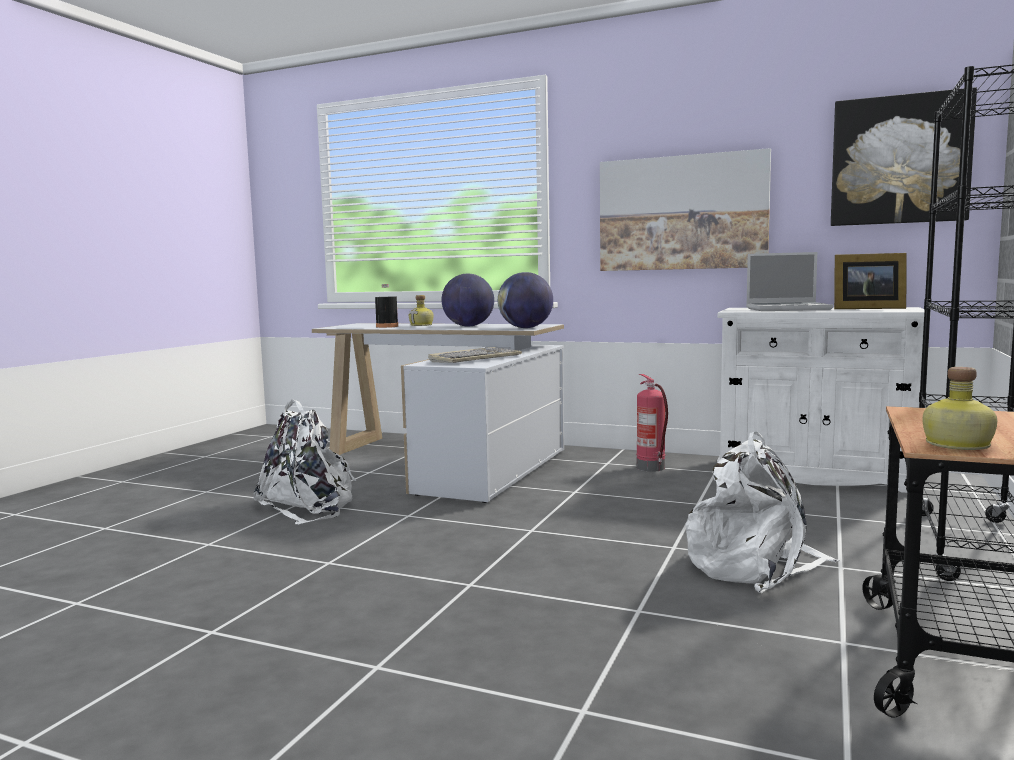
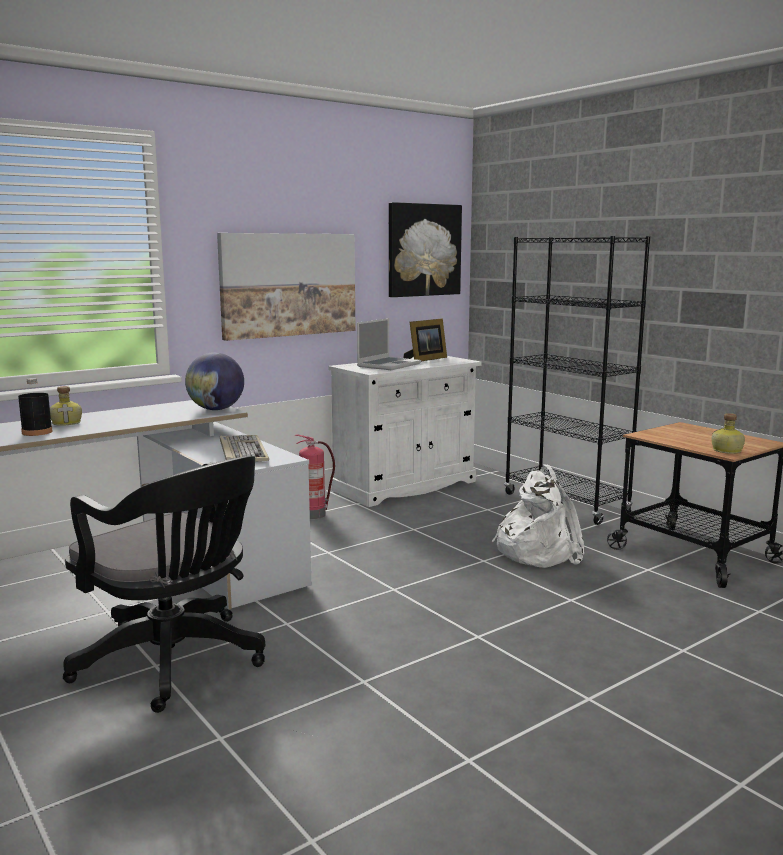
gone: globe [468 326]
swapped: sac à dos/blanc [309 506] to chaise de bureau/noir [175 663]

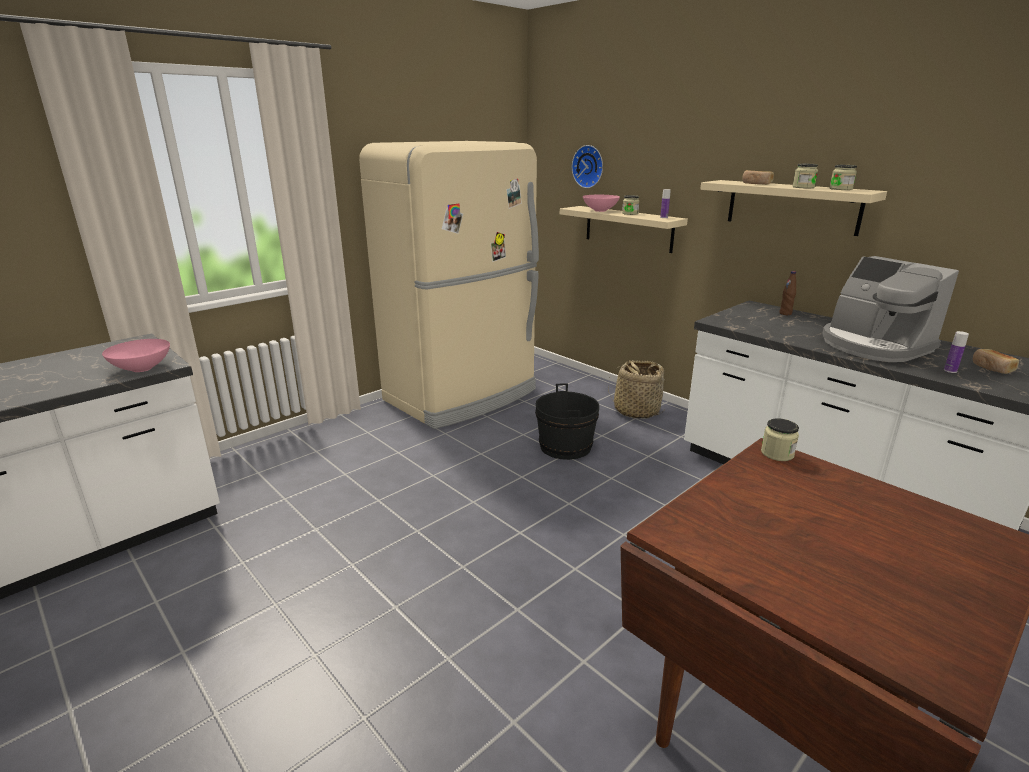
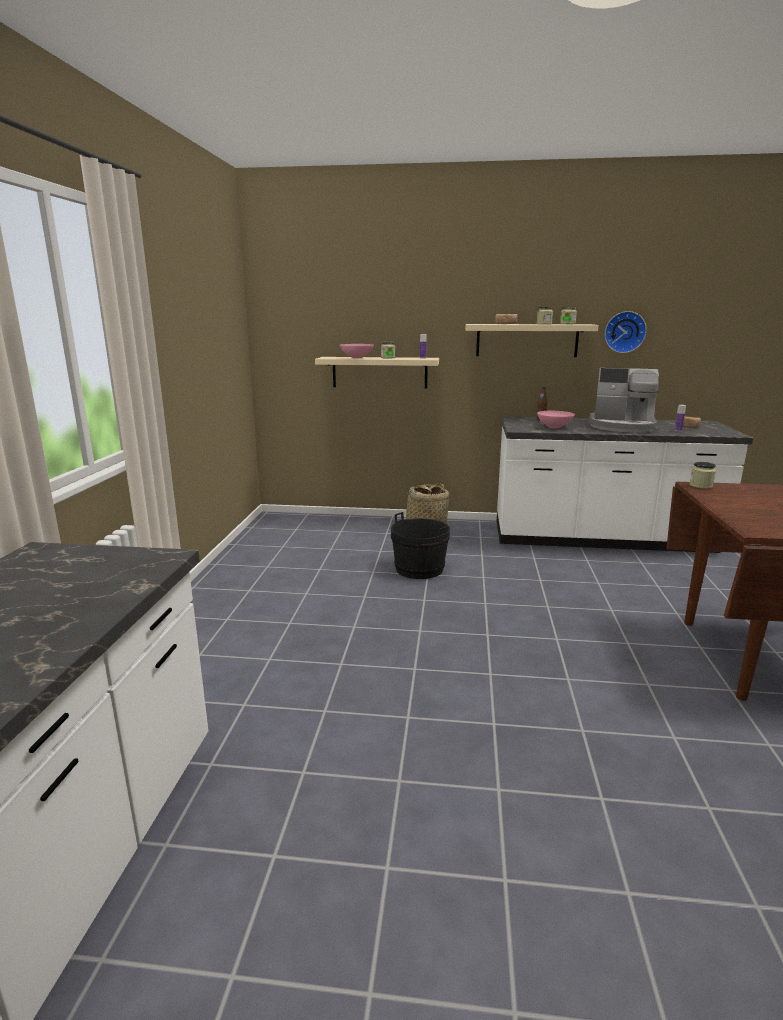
gone: réfrigérateur/beige [463 395]
shifted: bol/rose [141 369] to [554 427]; horloge murale [589 166] to [624 332]

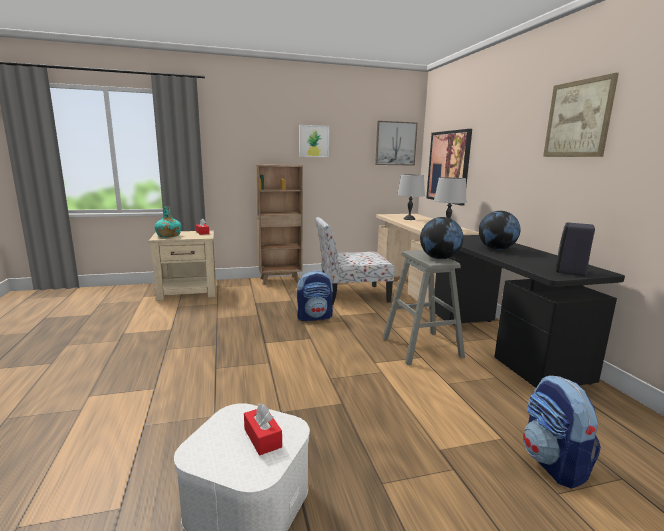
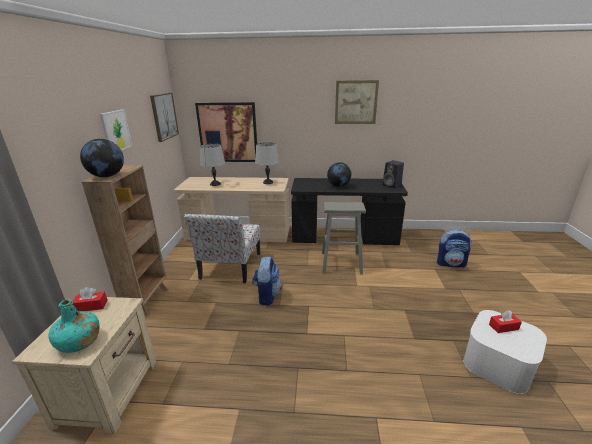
shifted: globe [439 258] to [107 176]

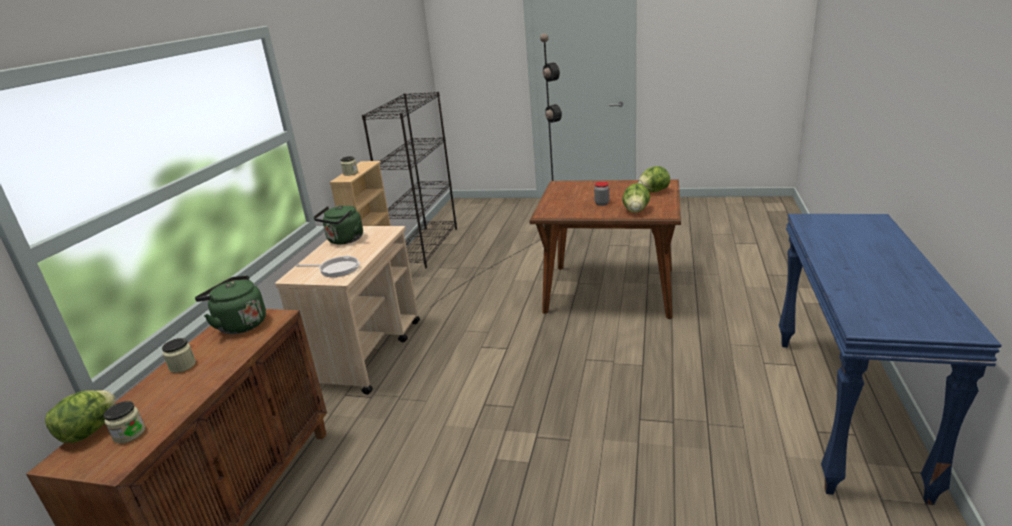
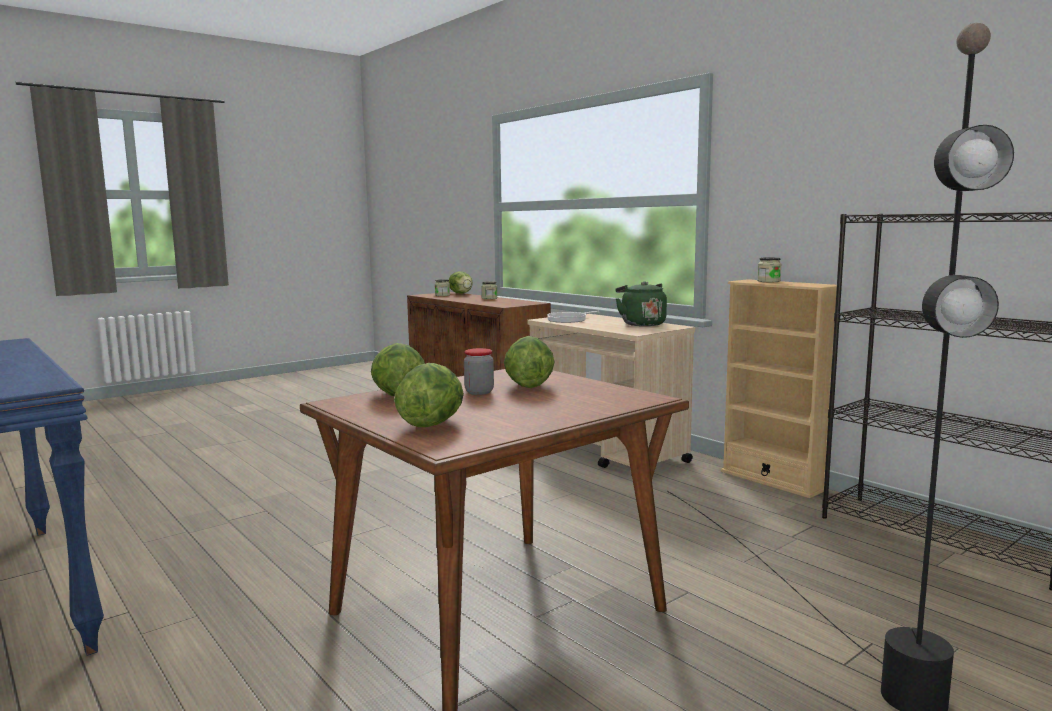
gone: bouilloire/vert [239 324]
new: laitue [528 386]

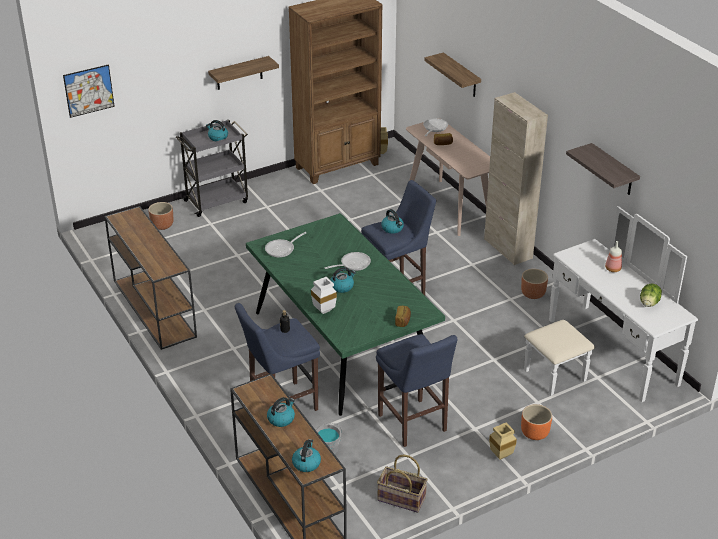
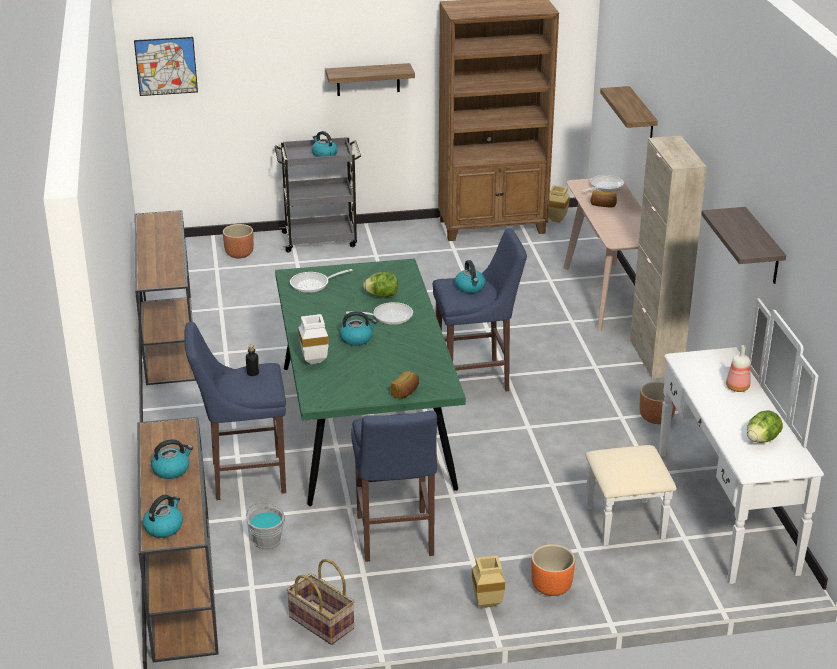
new: laitue [382 295]

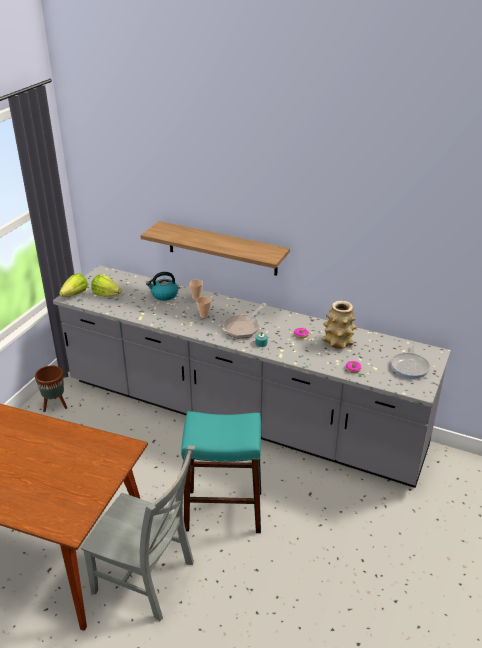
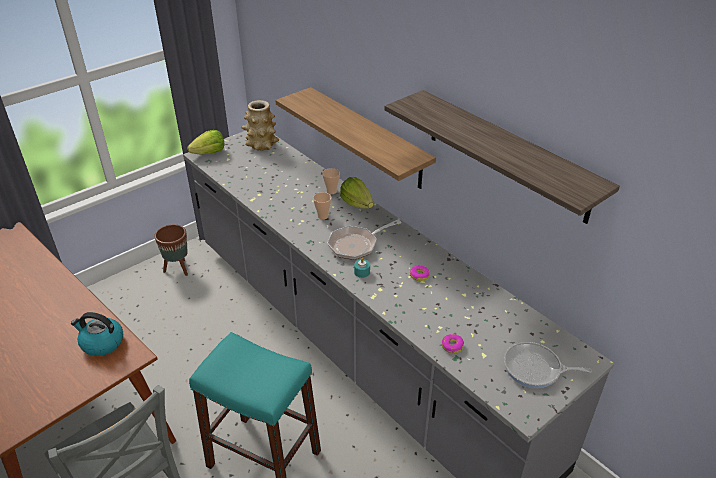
new: étagère [506 155]
shifted: bouilloire [164 295] to [101 343]; vase [338 342] to [261 145]; laitue [106 294] to [357 203]
rotated: poêle [410 366] = [535 369] 60 degrees clockwise

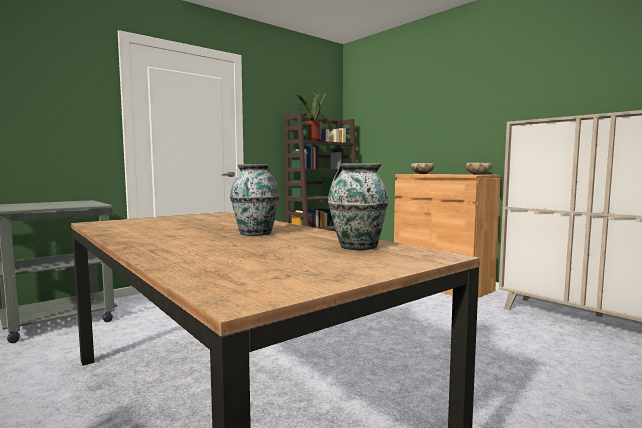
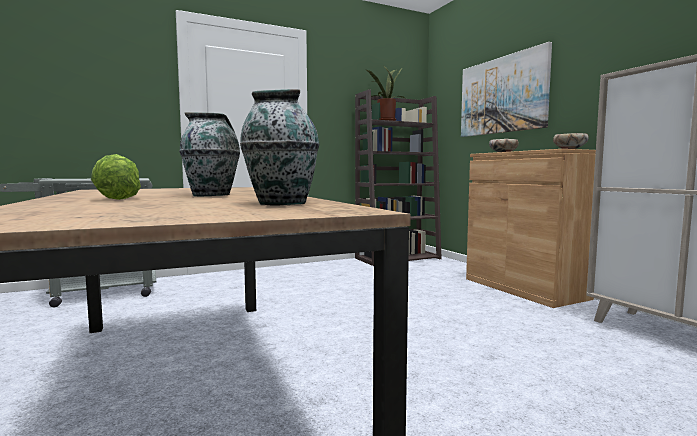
new: laitue [121 198]; tableau [502 95]

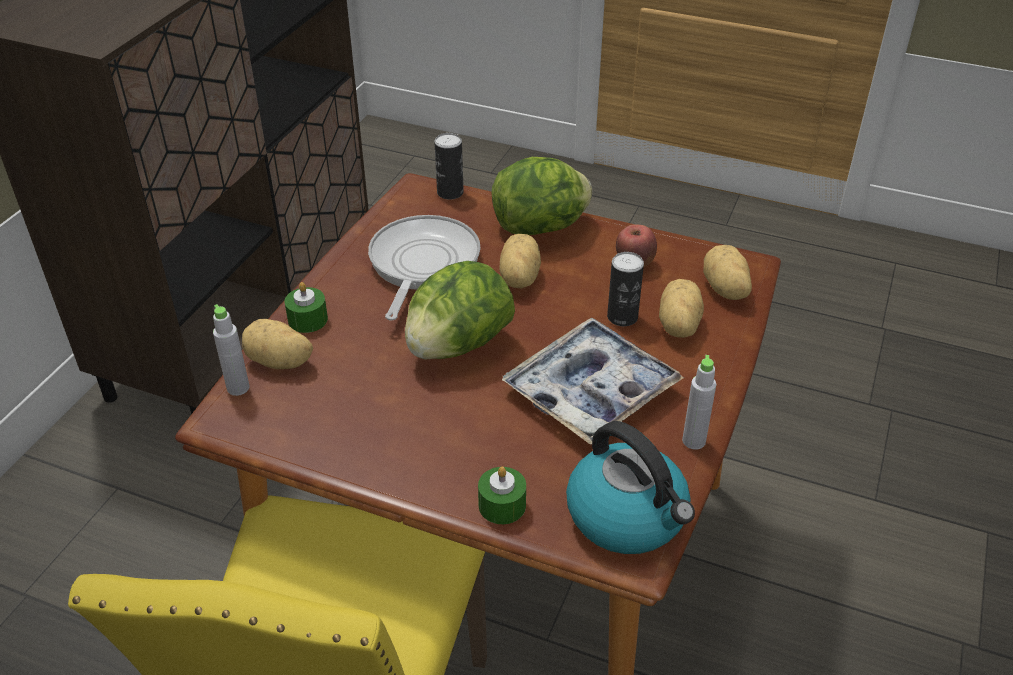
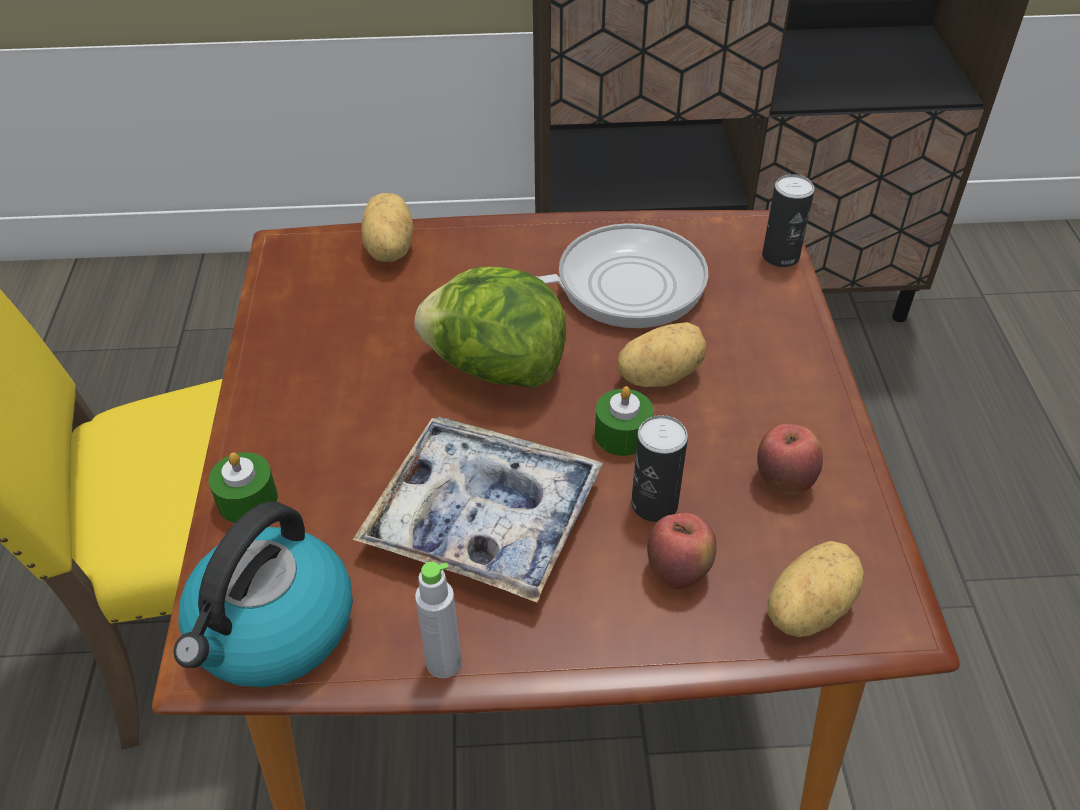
gone: bouteille/gris [238 388]; laitue [541 227]
shifted: bougie/vert [308 319] to [622 434]
swapped: pomme de terre [677 325] to pomme [678 572]

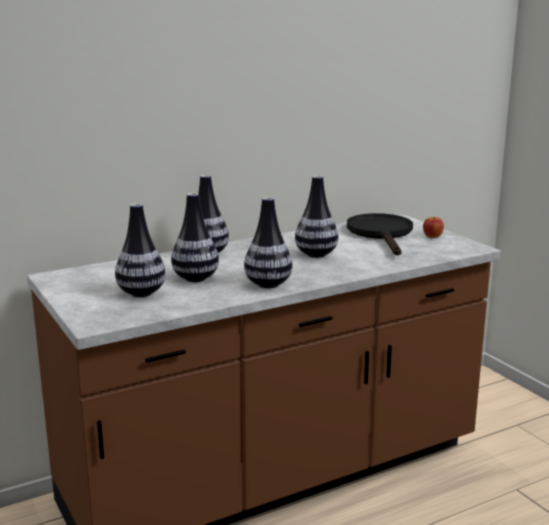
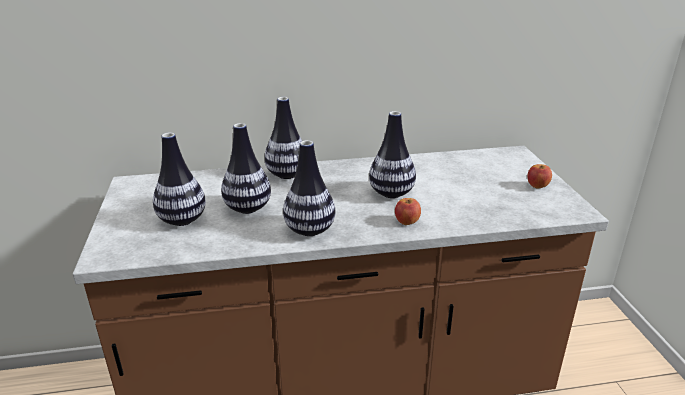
gone: poêle/noir [381 234]
new: pomme [407 222]

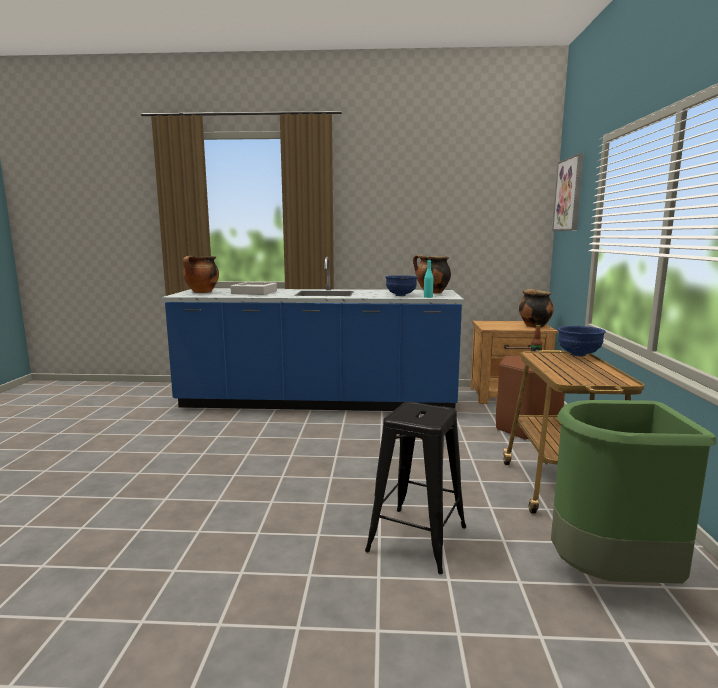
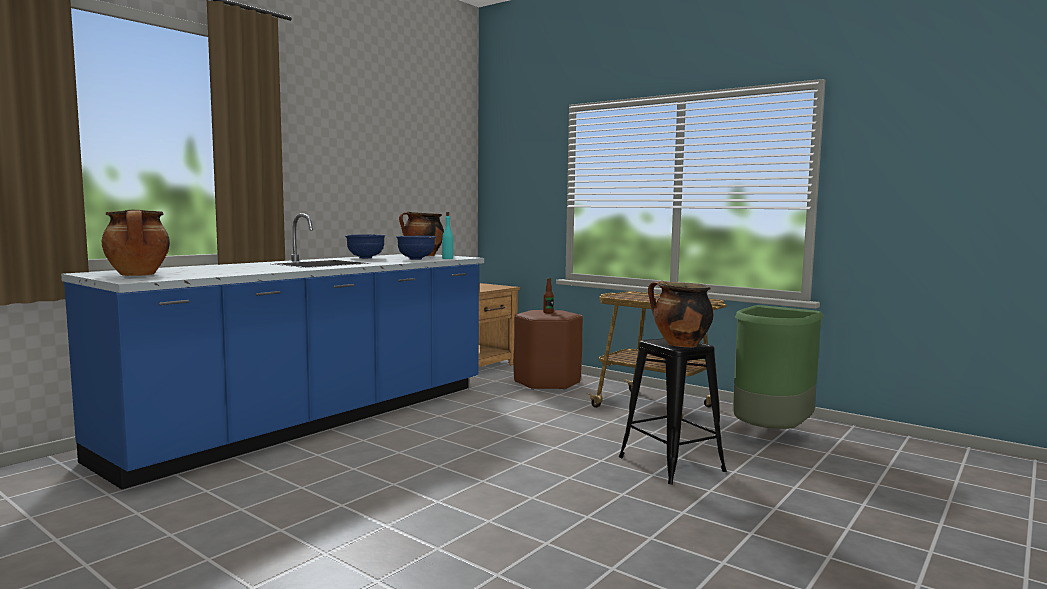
gone: plateau/gris [254 292]; tableau [569 194]
shifted: bol/bleu [578 354] to [365 258]; marmite [533 326] to [679 345]

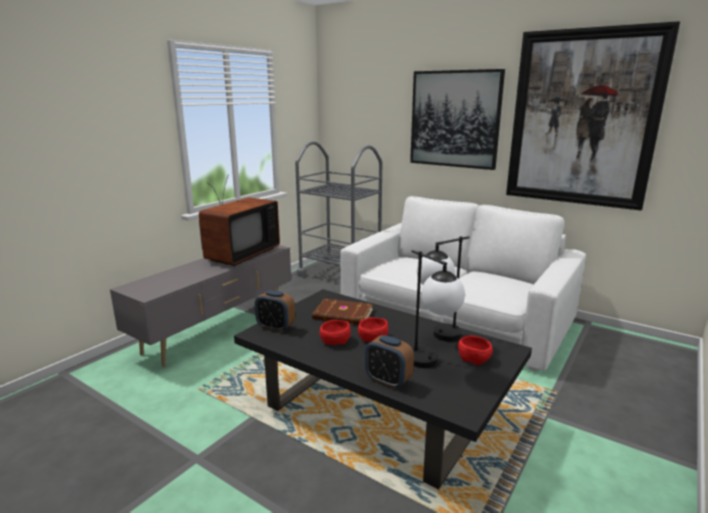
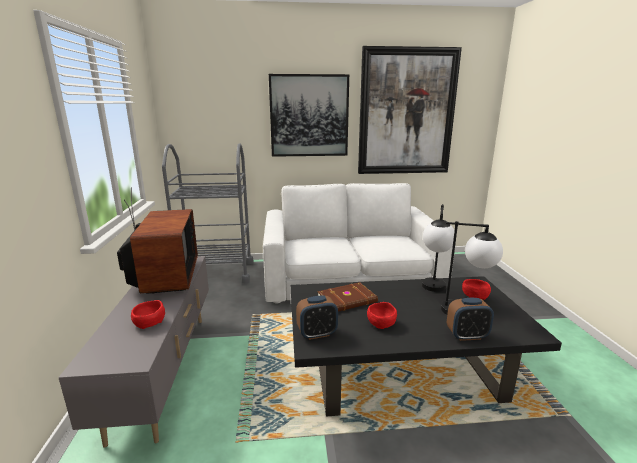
shifted: bol/rouge [372 338] to [149 323]

